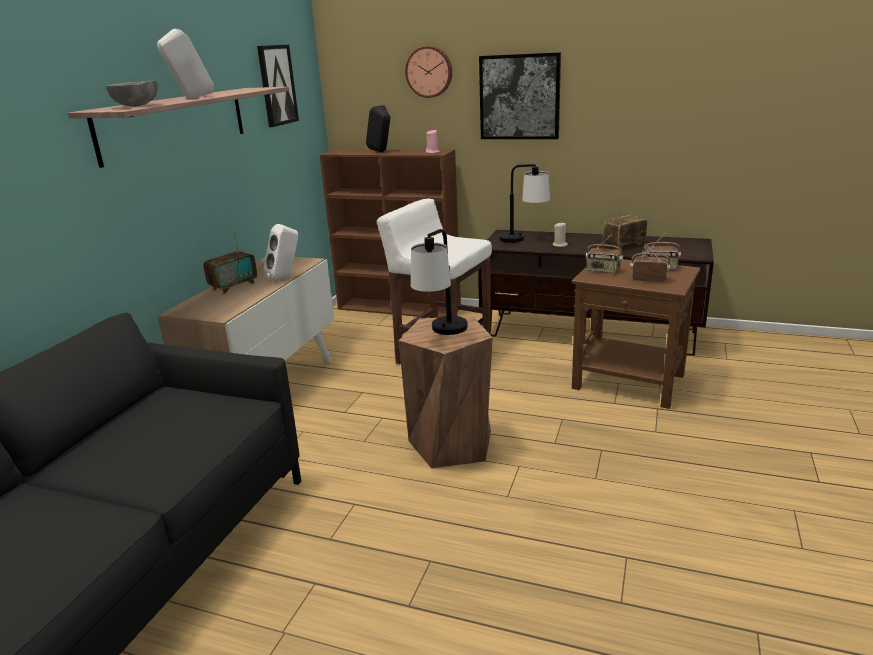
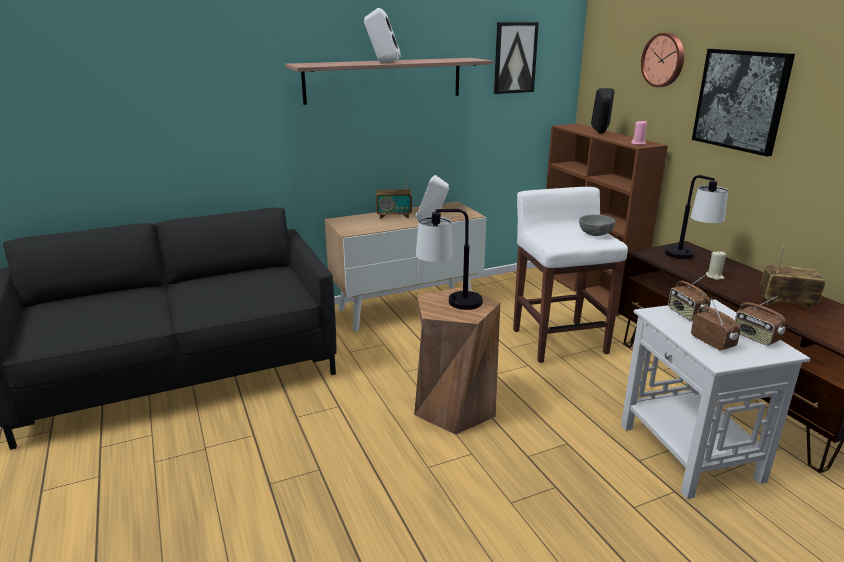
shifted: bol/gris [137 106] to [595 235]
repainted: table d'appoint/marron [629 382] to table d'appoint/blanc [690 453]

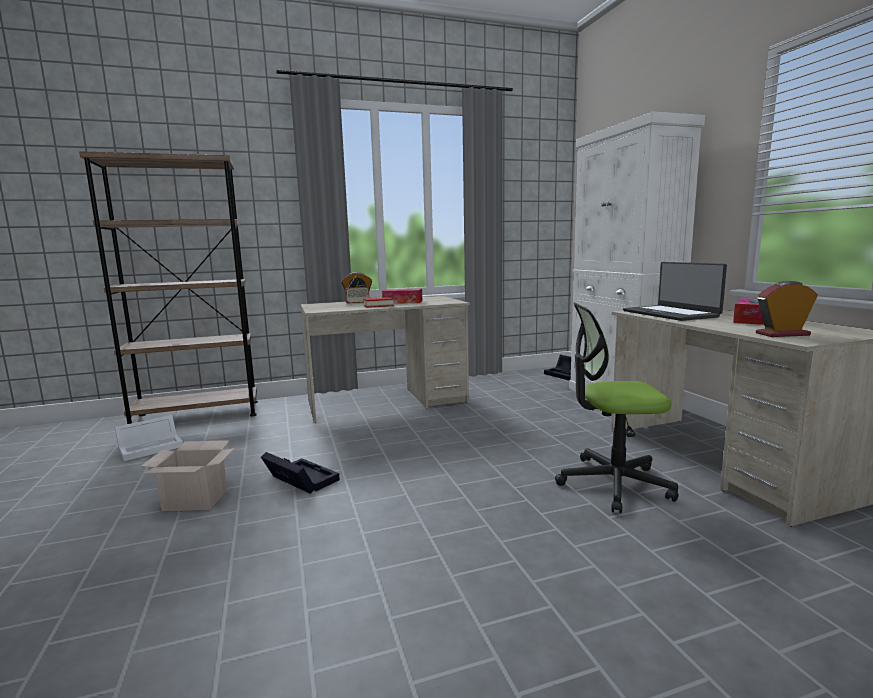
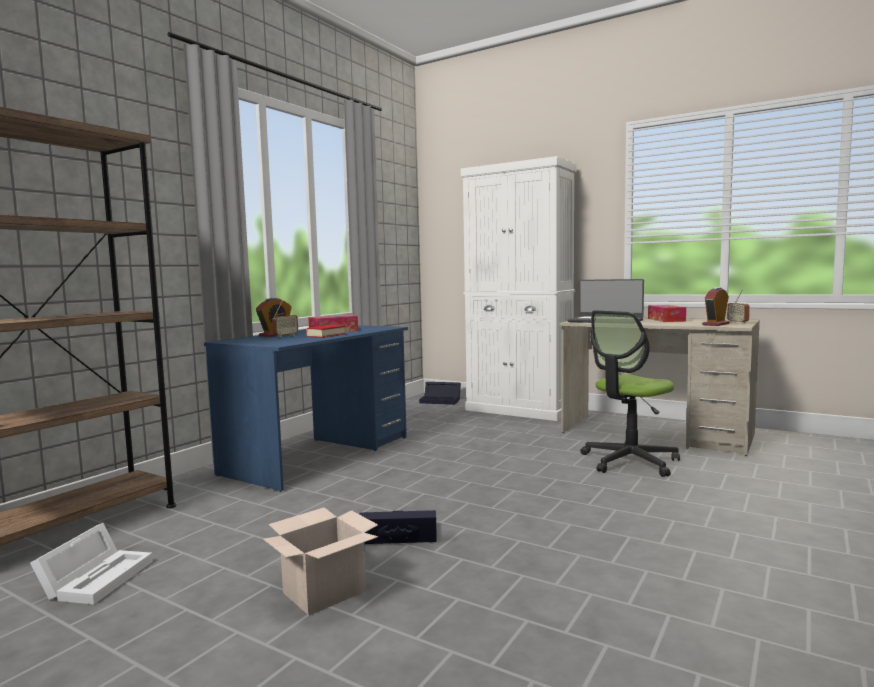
new: radio [738 322]
repainted: bureau/beige [387 402] to bureau/bleu [320 455]

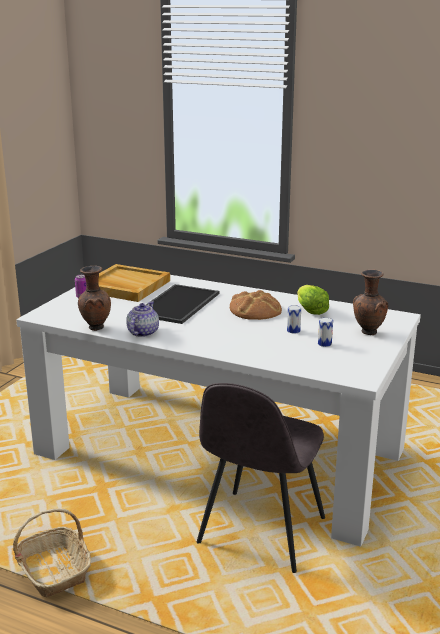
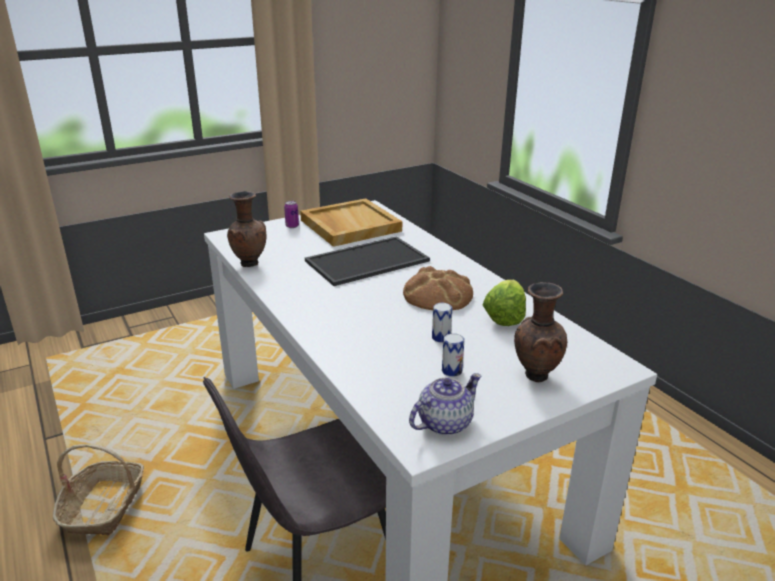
shifted: théière [142 333] to [443 423]

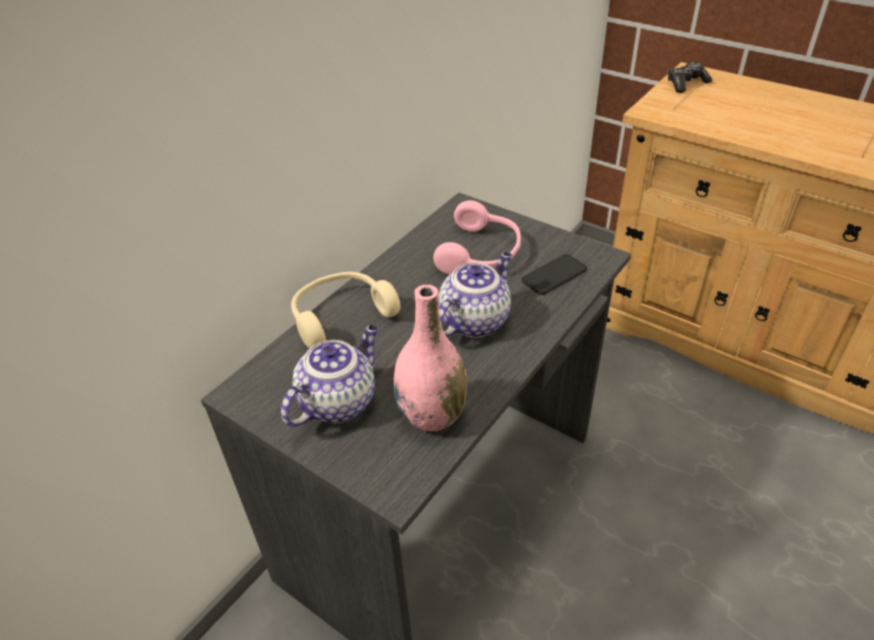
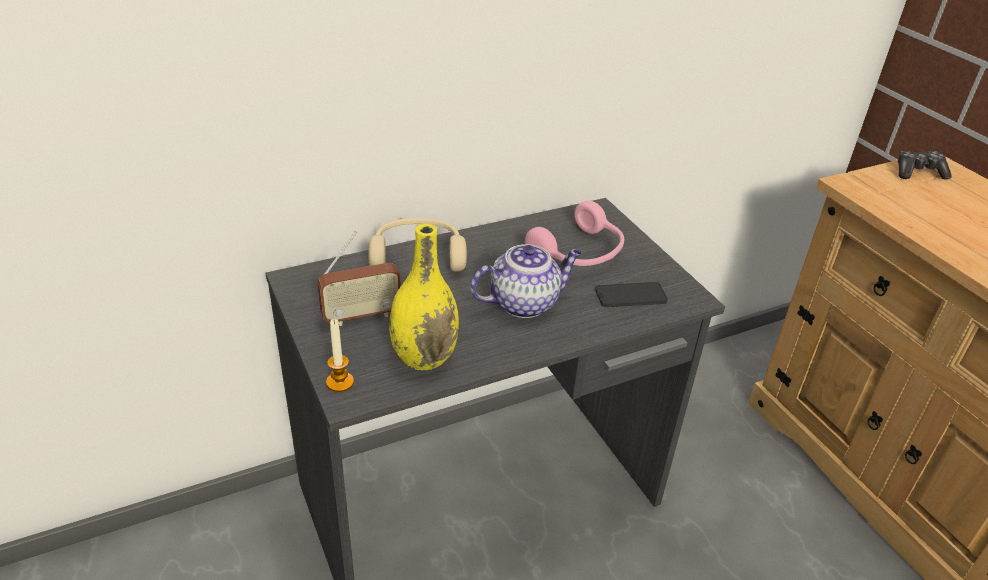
new: bougie [340 382]
swapped: théière [338 401] to radio [361 316]
repainted: vase/rose [432 415] to vase/jaune [424 357]

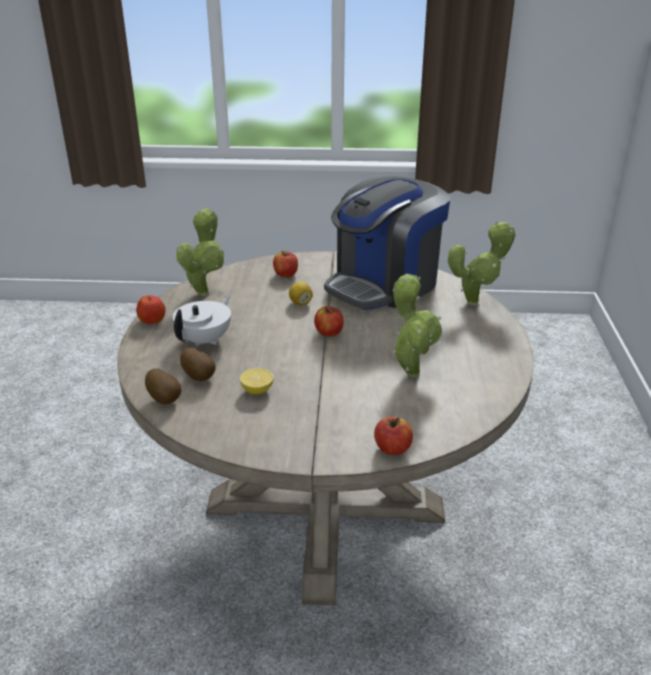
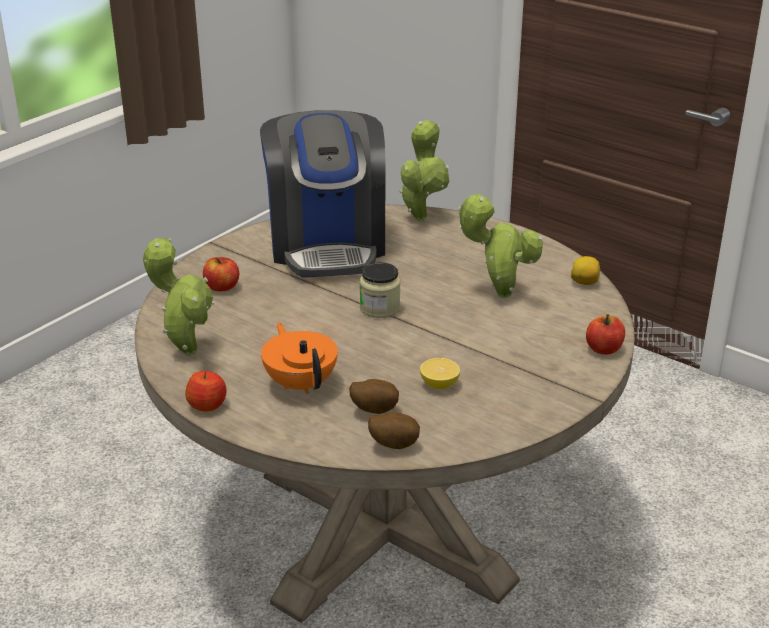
shifted: citron [300 303] to [585 282]
swapped: pomme [329 332] to bocal [380 308]
repainted: théière/blanc [205 340] to théière/orange [301 383]

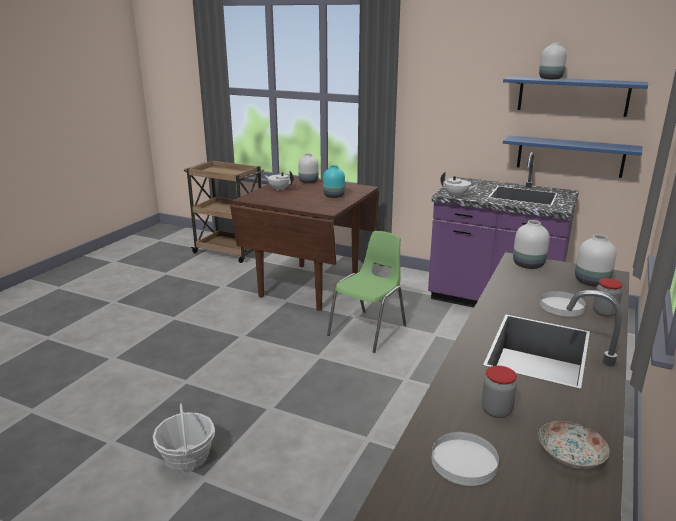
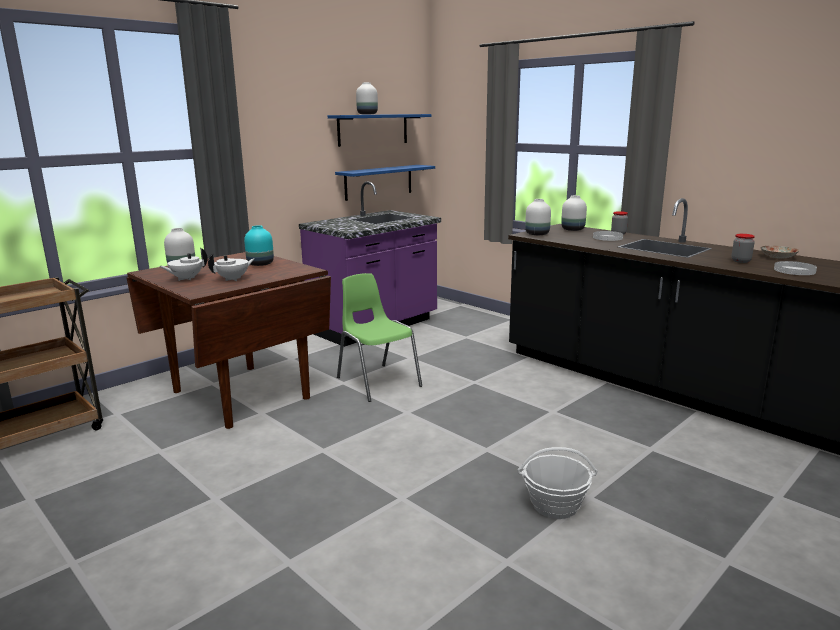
shifted: théière/blanc [457 196] to [233 279]

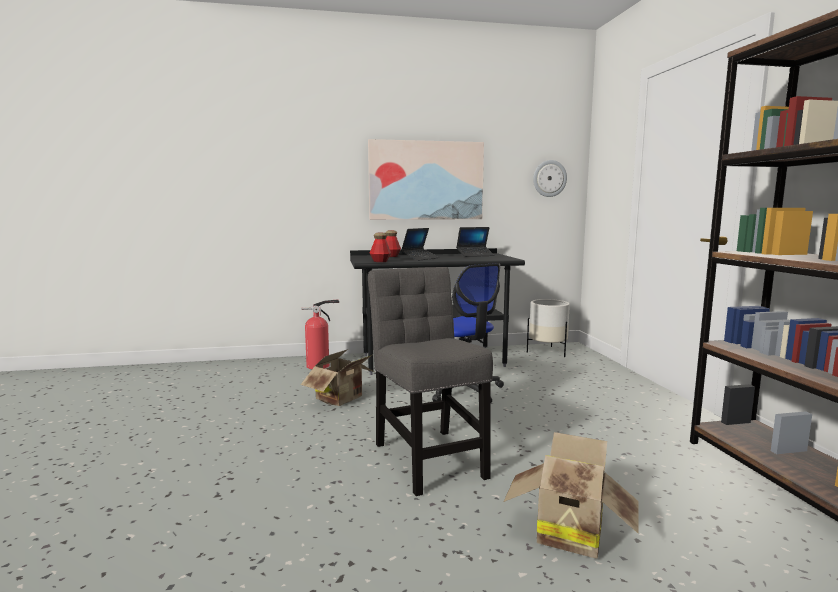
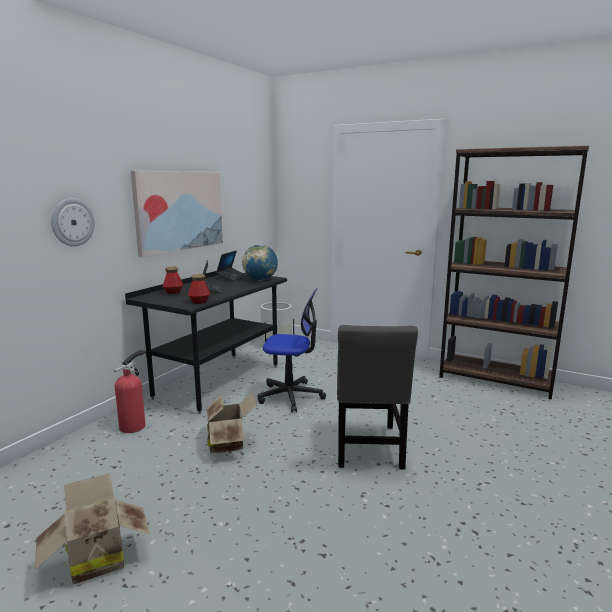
new: globe [260 280]
shifted: carton [568 531] to [95 558]; horloge murale [549 178] to [72 222]
rotated: chaise/gris [427 456] = [369 448] 105 degrees counterclockwise

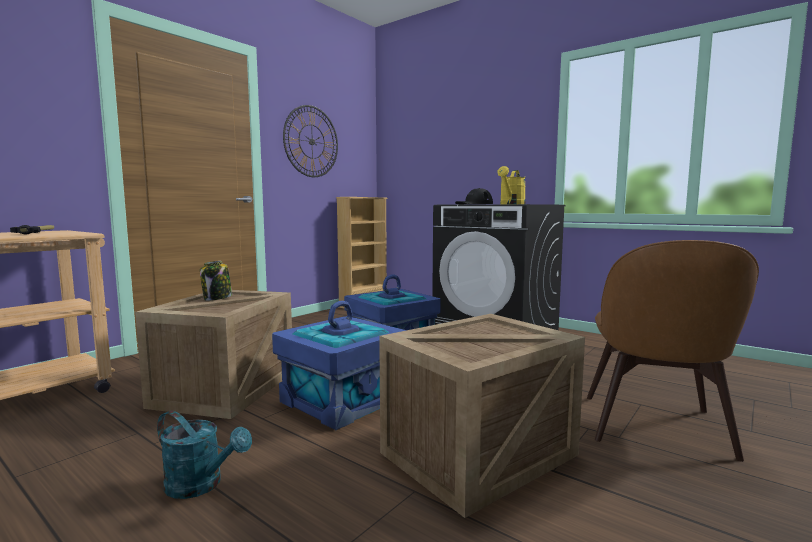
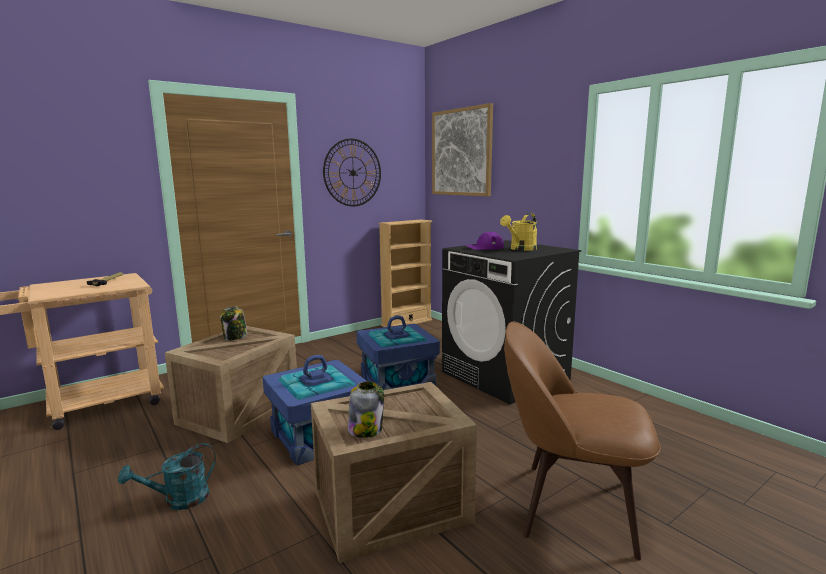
new: bocal [366 430]; tableau [461 152]
repainted: casquette/noir [474 204] to casquette/violet [484 247]
rotated: arrosoir/turquoise [201 485] = [179 500] 105 degrees clockwise; chaise/marron [655 428] = [571 506] 75 degrees clockwise

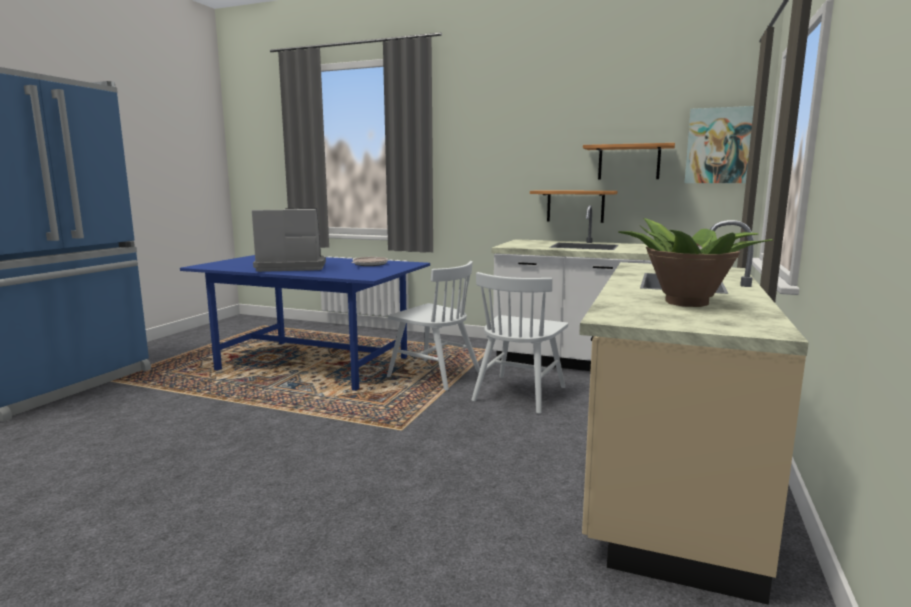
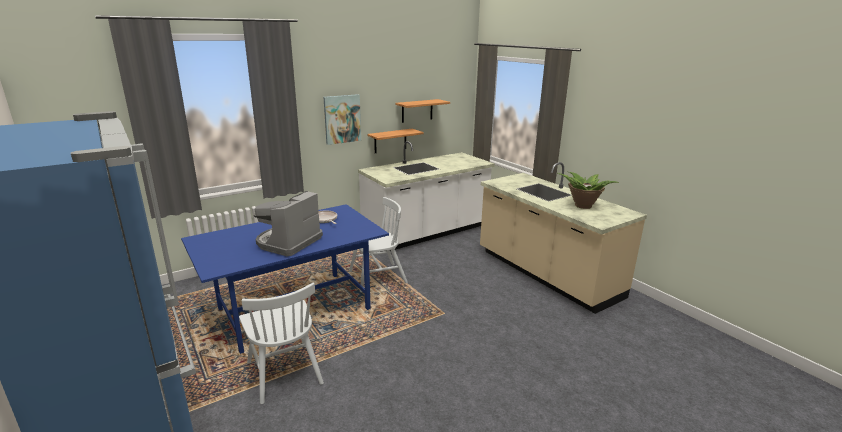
shifted: chaise/blanc [519 393] to [284 372]; tableau [718 146] to [342 119]

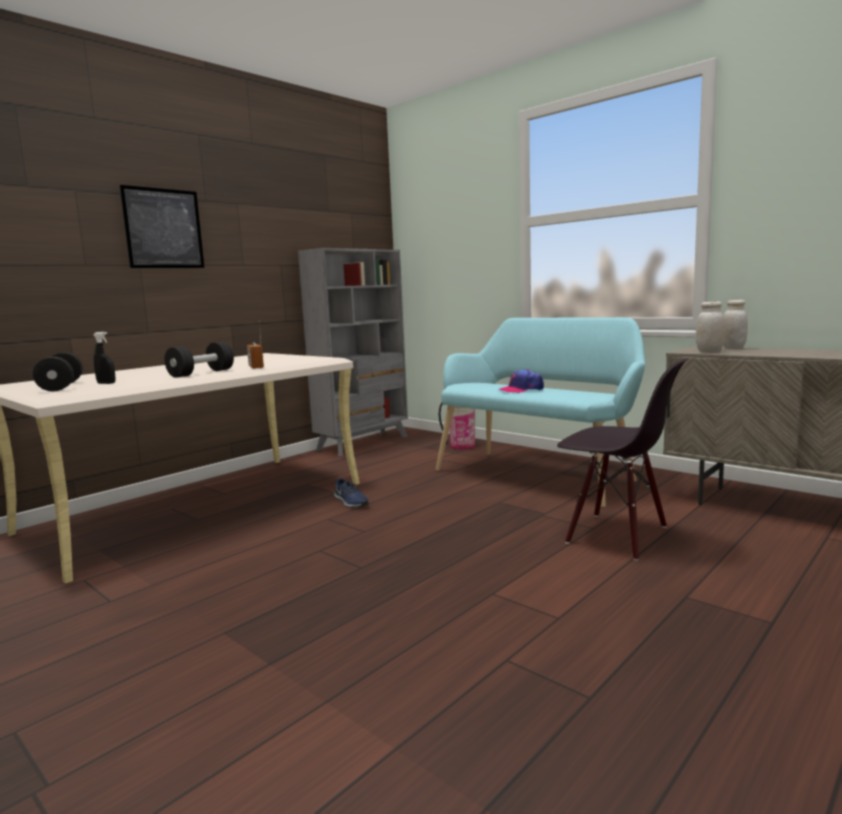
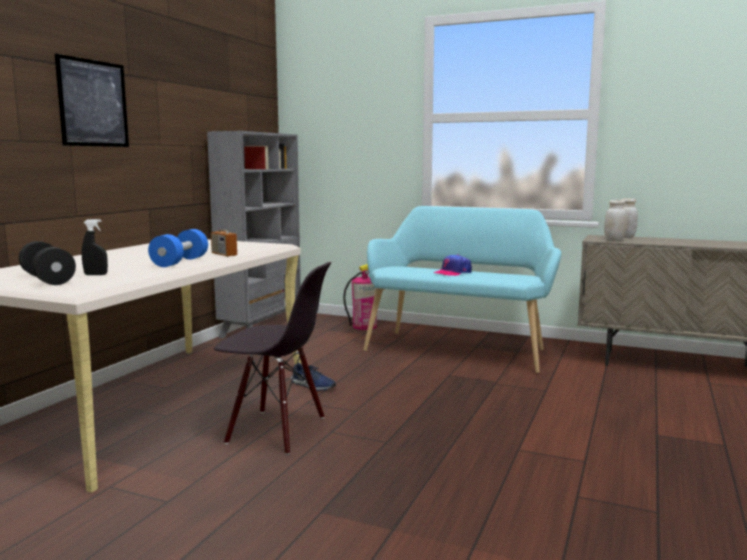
shifted: chaise/noir [616 535] to [276 431]
repainted: haltère/noir [201 373] to haltère/bleu [180 262]

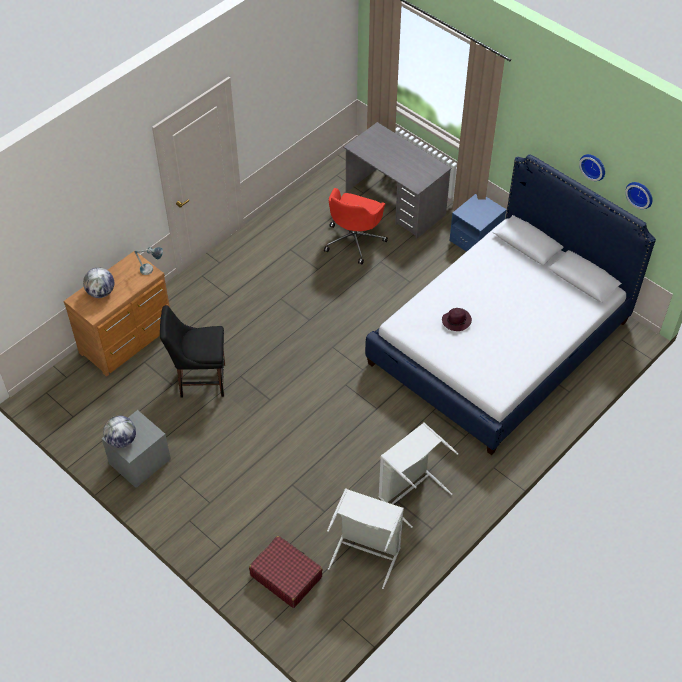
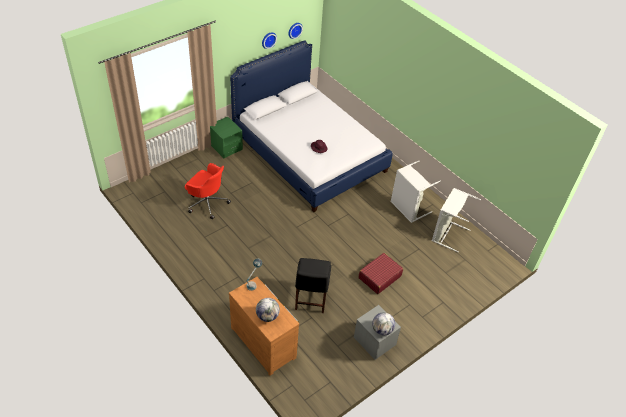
gone: bureau/gris [395 203]
shifted: valise/rouge [286 576] to [379 277]
repainted: table de chevet/bleu [475 239] to table de chevet/vert [226 147]

